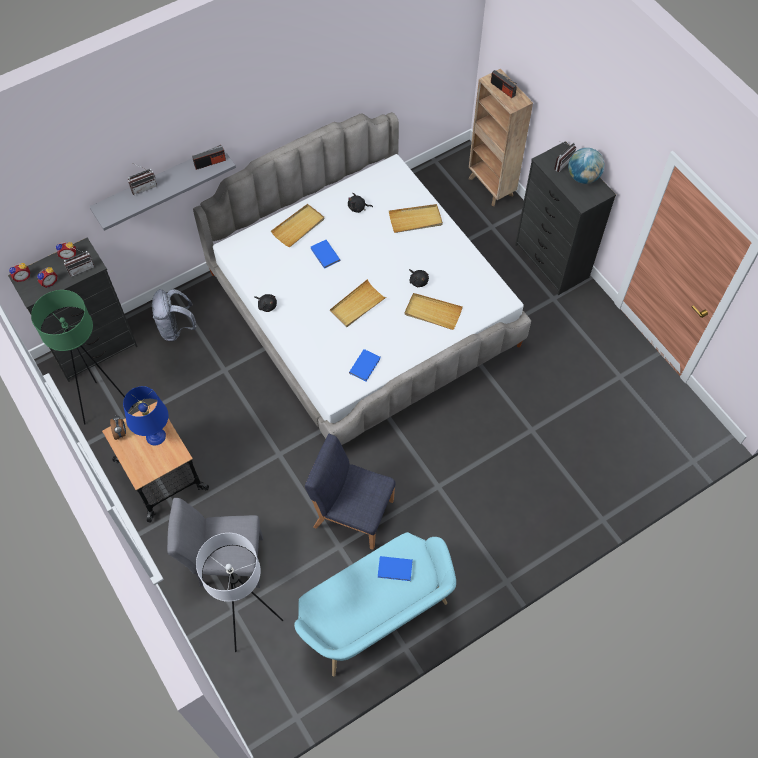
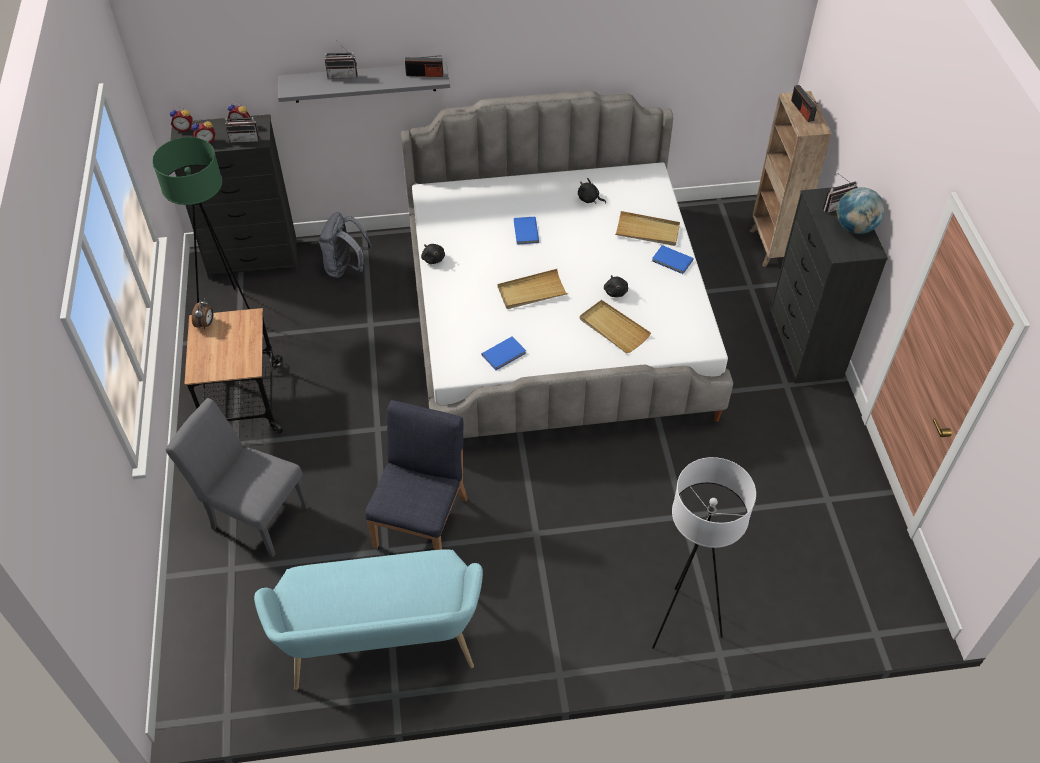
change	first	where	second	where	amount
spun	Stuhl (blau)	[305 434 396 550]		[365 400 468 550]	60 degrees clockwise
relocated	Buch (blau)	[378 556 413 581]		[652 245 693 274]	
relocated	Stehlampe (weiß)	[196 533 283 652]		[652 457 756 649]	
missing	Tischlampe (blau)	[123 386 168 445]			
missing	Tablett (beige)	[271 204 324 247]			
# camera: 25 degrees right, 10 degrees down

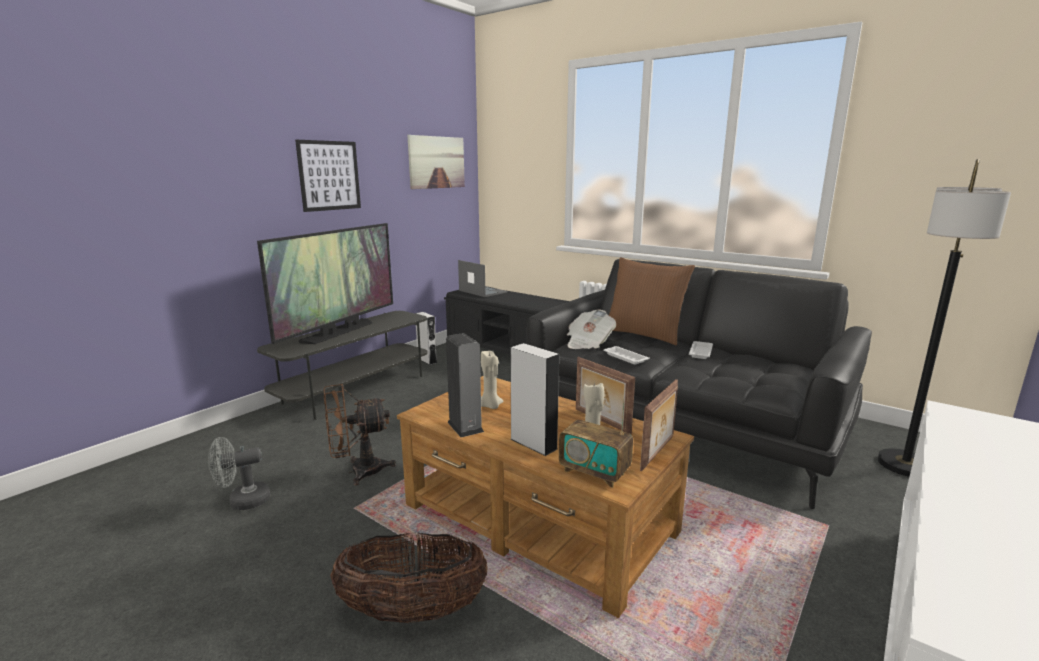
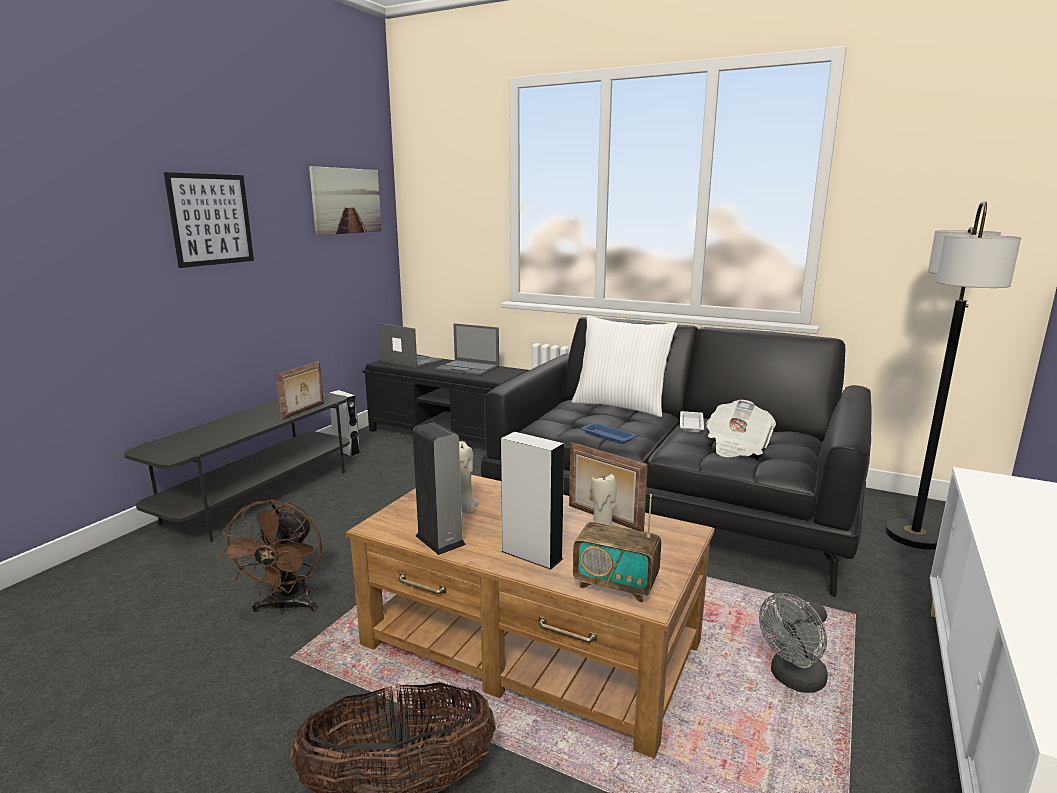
change	first	where	second	where	amount
spun	Ventilator (braun)	[324 384 396 486]		[219 500 322 614]	60 degrees counterclockwise
relocated	Bilderrahmen	[640 379 678 471]		[276 361 324 420]	
appeared			Laptop	[435 323 499 376]	
colour	Kissen (braun)	[609 257 695 345]	Kissen (weiß)	[572 316 677 418]	
colour	Tablett (weiß)	[603 346 650 365]	Tablett (blau)	[581 423 638 444]	
relocated	Zeitung	[567 309 616 349]		[706 400 776 457]	
relocated	Ventilator (grau)	[208 437 270 510]		[759 593 828 693]	
missing	Fernseher	[257 223 393 344]			
# camera: 10 degrees left, 0 degrees up

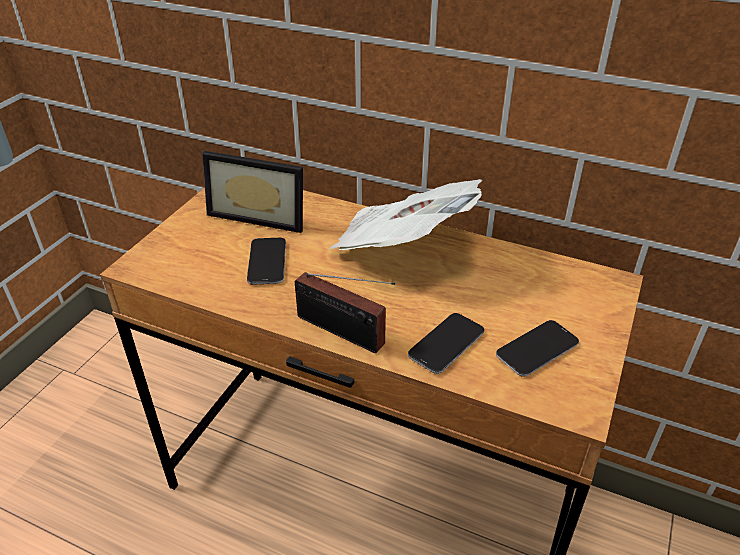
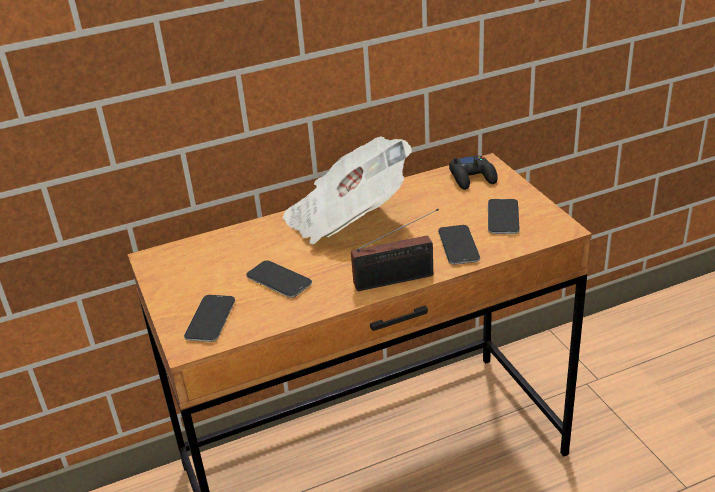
change	first	where	second	where	amount
appeared			Handy	[184 295 235 342]	
appeared			Gamepad (schwarz)	[449 155 498 190]	
missing	Bilderrahmen	[202 151 303 233]			
# camera: 45 degrees left, 5 degrees down

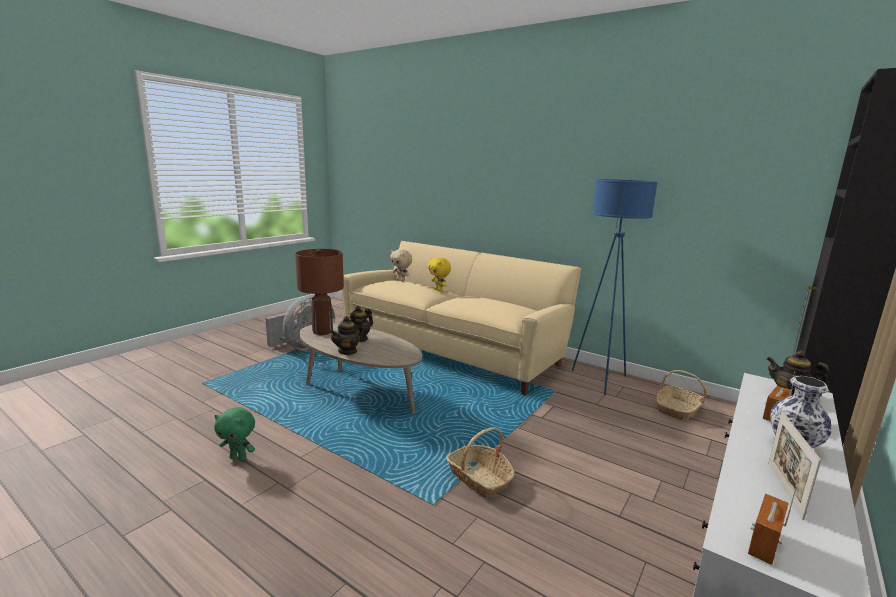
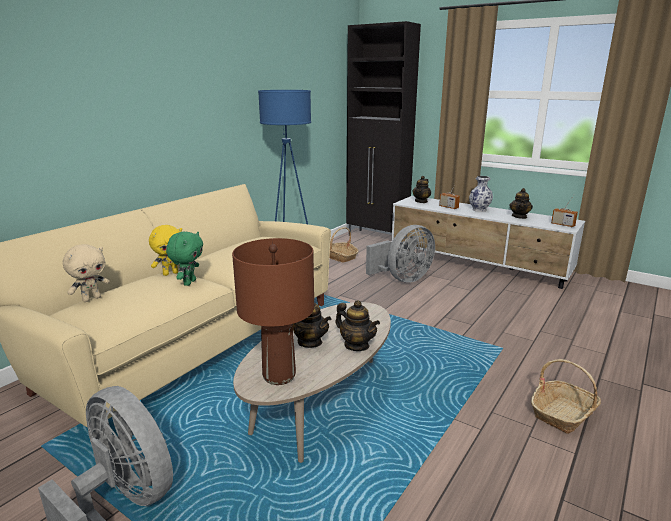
change	first	where	second	where	amount
relocated	Plüschtier (grün)	[214 407 255 461]		[166 232 203 286]	
appeared			Ventilator (grau)	[366 225 435 283]	
exchanged	Bilderrahmen	[768 412 821 520]	Teekanne	[509 188 533 219]	
relocated	Korb	[446 427 515 498]		[531 359 601 434]	
# camera: 90 degrees left, 5 degrees up

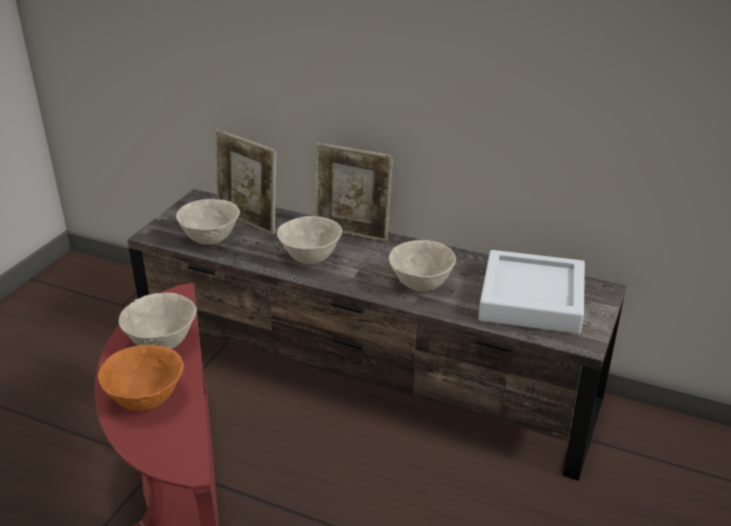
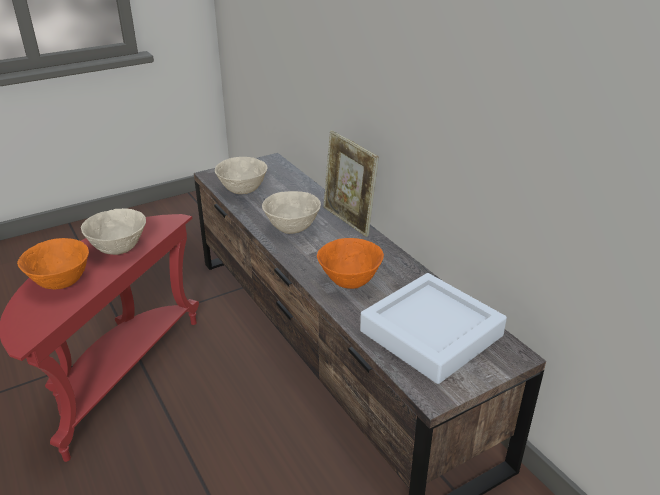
change	first	where	second	where	amount
colour	Schüssel (beige)	[389 240 456 292]	Schüssel (orange)	[317 238 384 289]	
missing	Bilderrahmen	[216 129 276 235]			
# camera: 35 degrees right, 0 degrees up

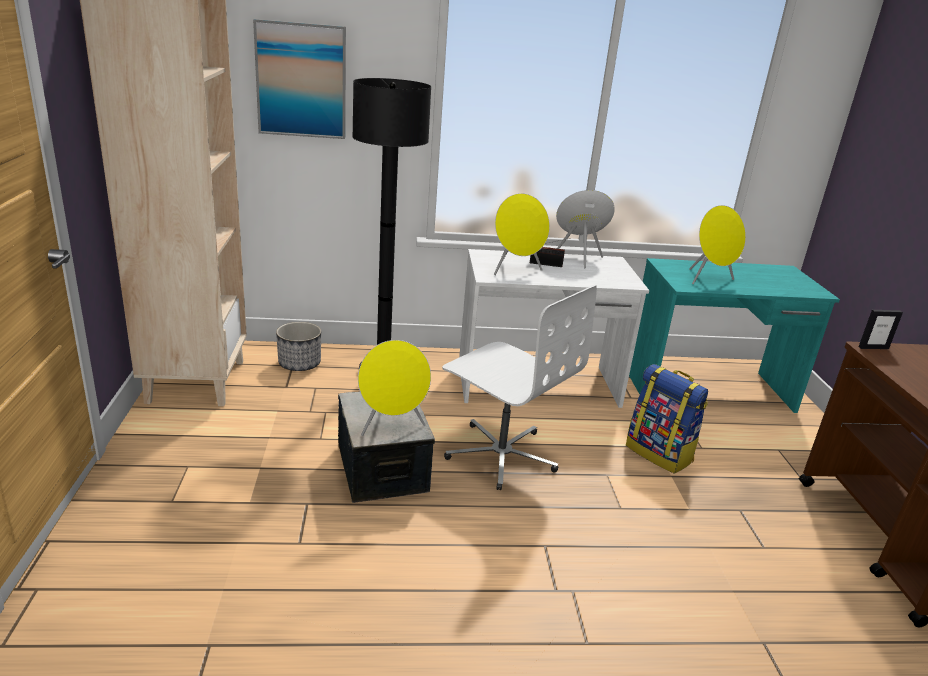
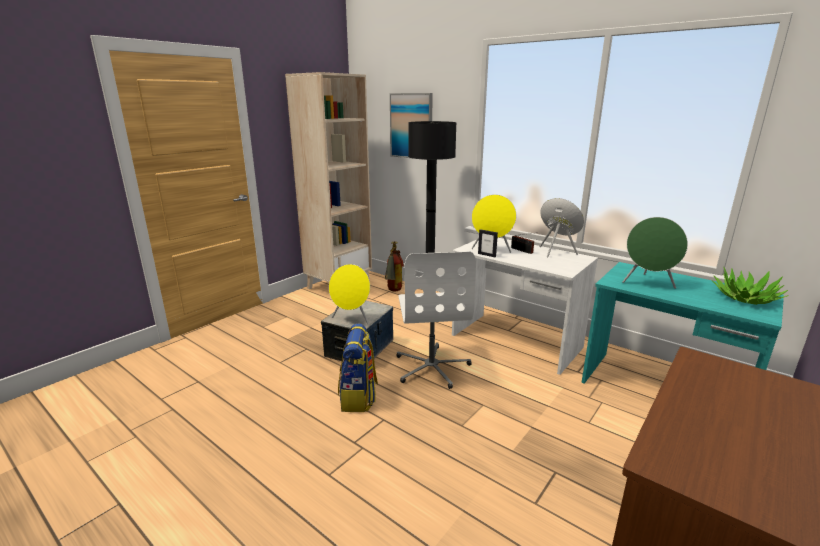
change	first	where	second	where	amount
relocated	Rucksack	[626 364 708 474]		[338 324 378 412]	
exchanged	Pflanzkübel	[276 322 321 371]	Feuerlöscher	[385 241 404 291]	
relocated	Bilderrahmen	[859 310 903 349]		[478 229 498 257]	
colour	Lautsprecher (gelb)	[689 205 746 284]	Lautsprecher (grün)	[622 217 688 289]	
appeared			Topfpflanze	[712 267 789 305]	
# camera: 45 degrees right, 5 degrees down

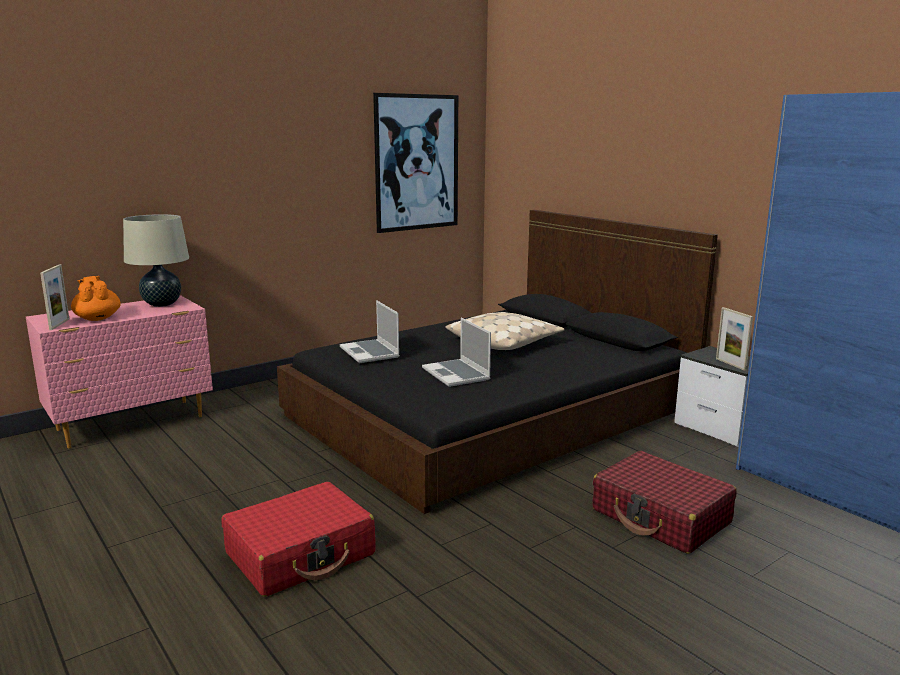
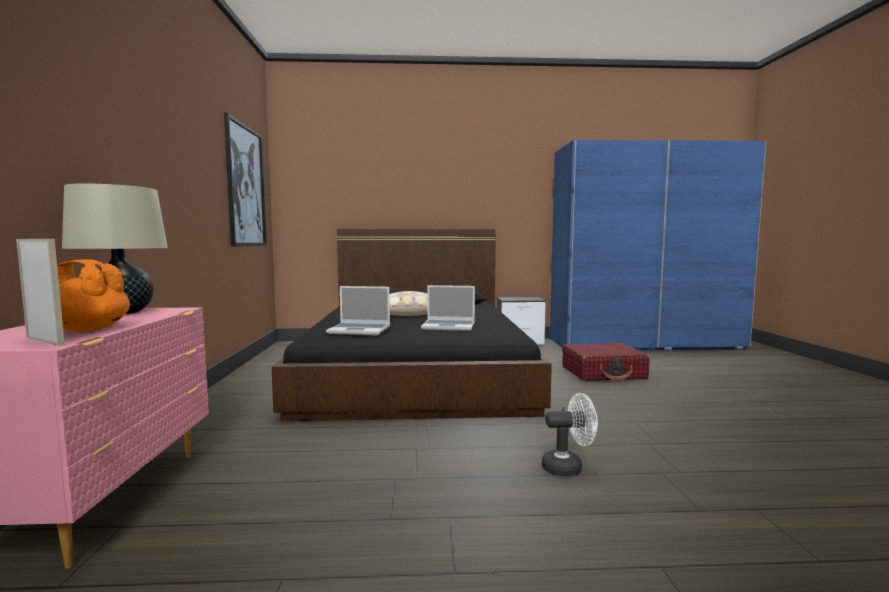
change	first	where	second	where	amount
exchanged	Koffer (rot)	[221 482 376 597]	Ventilator (weiß)	[542 393 598 476]	
missing	Bilderrahmen	[716 307 753 371]			
# camera: 55 degrees left, 10 degrees down

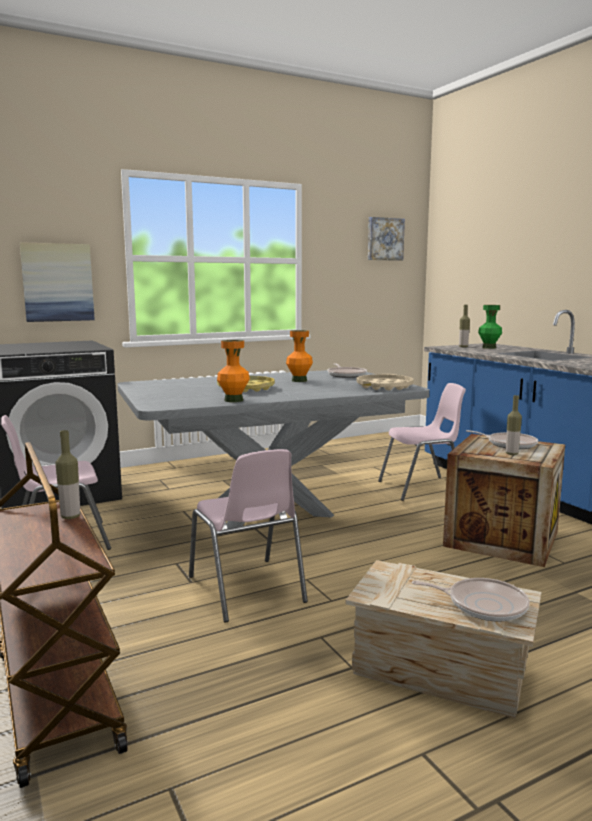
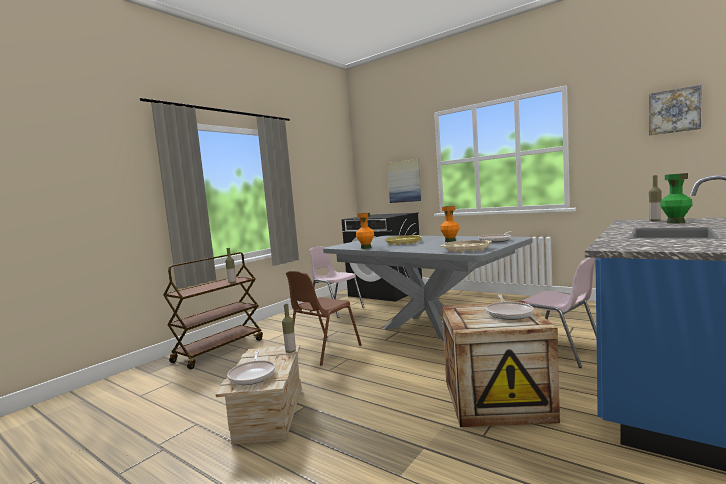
change	first	where	second	where	amount
relocated	Flasche	[506 395 522 455]		[282 304 296 353]	
colour	Stuhl (rosa)	[189 449 308 622]	Stuhl (braun)	[286 271 362 366]	
# camera: 65 degrees right, 5 degrees down

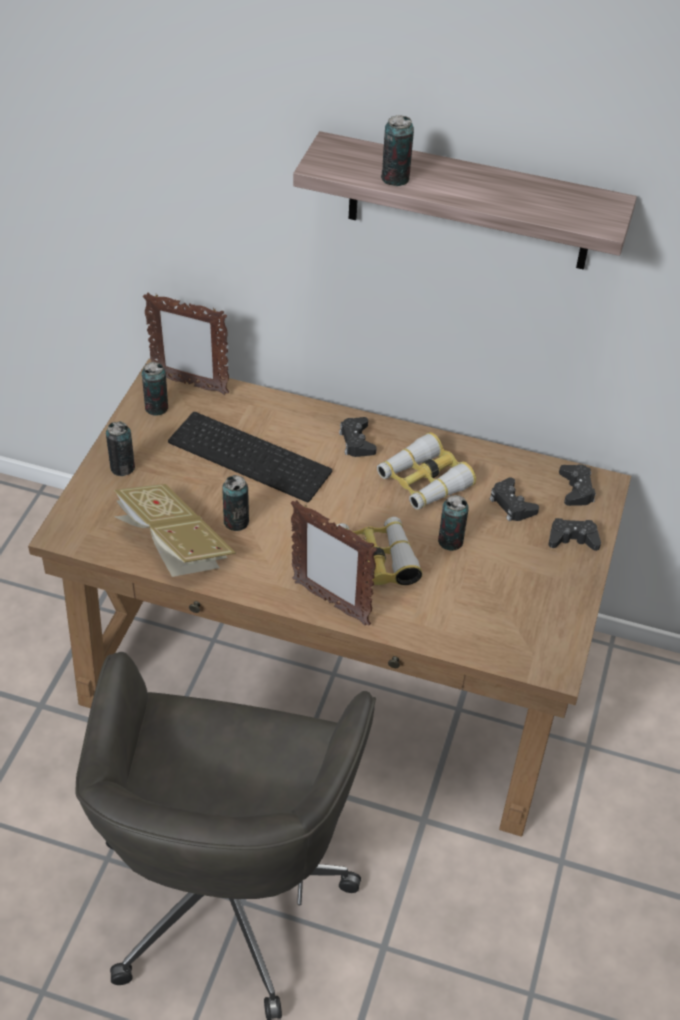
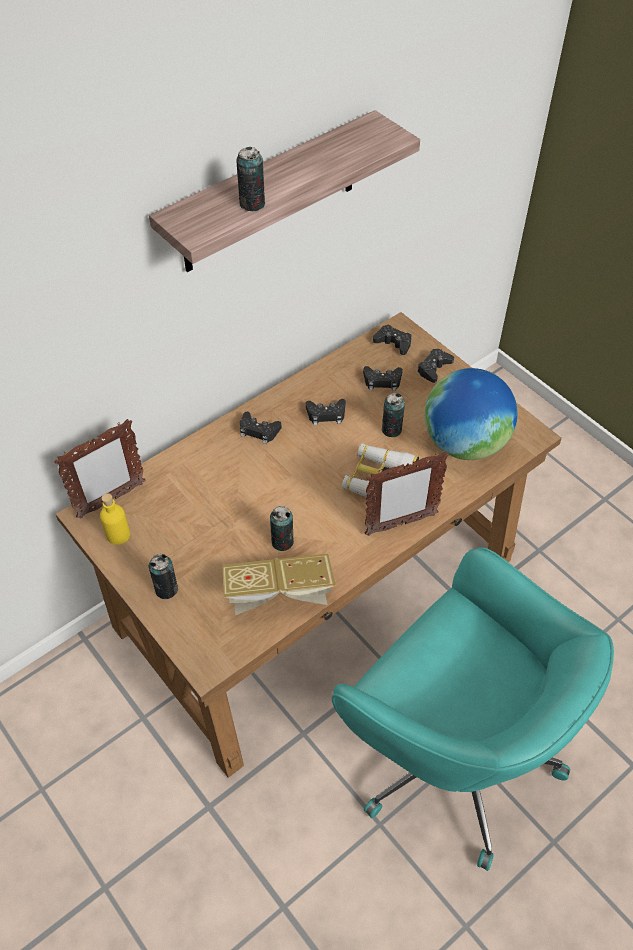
change	first	where	second	where	amount
exchanged	Dose	[141 362 168 416]	Flasche (gelb)	[100 493 130 545]	
exchanged	Fernglas	[377 432 476 510]	Gamepad (schwarz)	[306 399 346 425]	
colour	Bürostuhl (grau)	[75 652 376 1020]	Bürostuhl (türkis)	[332 547 614 871]	
appeared			Globus	[425 368 518 460]	
missing	Tastatur	[168 412 332 502]			
# camera: 55 degrees left, 5 degrees up

